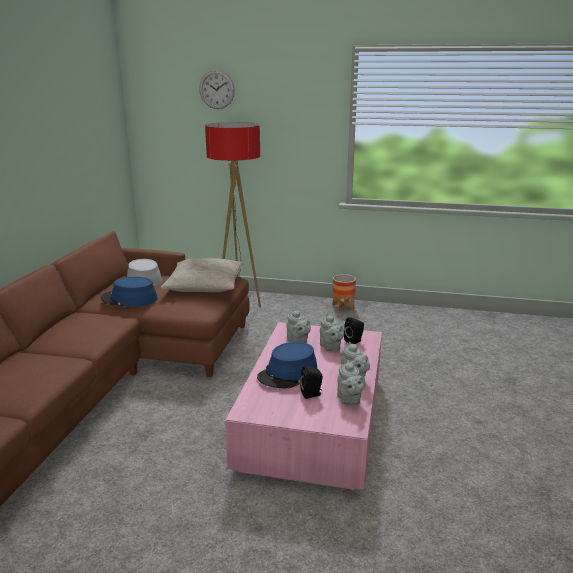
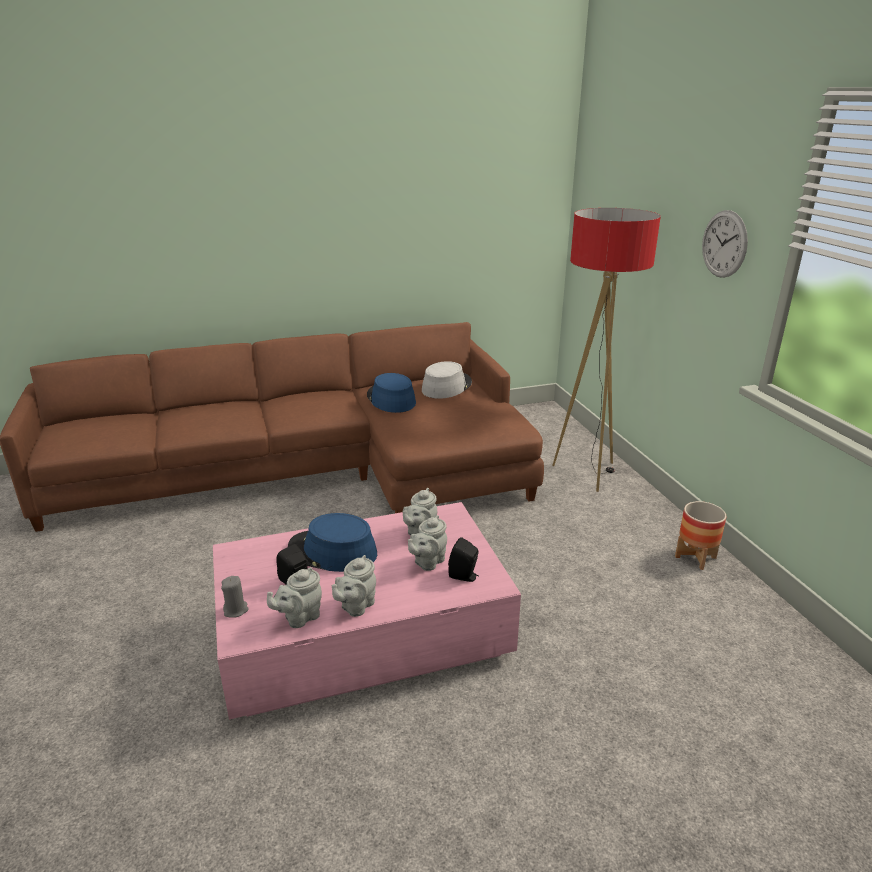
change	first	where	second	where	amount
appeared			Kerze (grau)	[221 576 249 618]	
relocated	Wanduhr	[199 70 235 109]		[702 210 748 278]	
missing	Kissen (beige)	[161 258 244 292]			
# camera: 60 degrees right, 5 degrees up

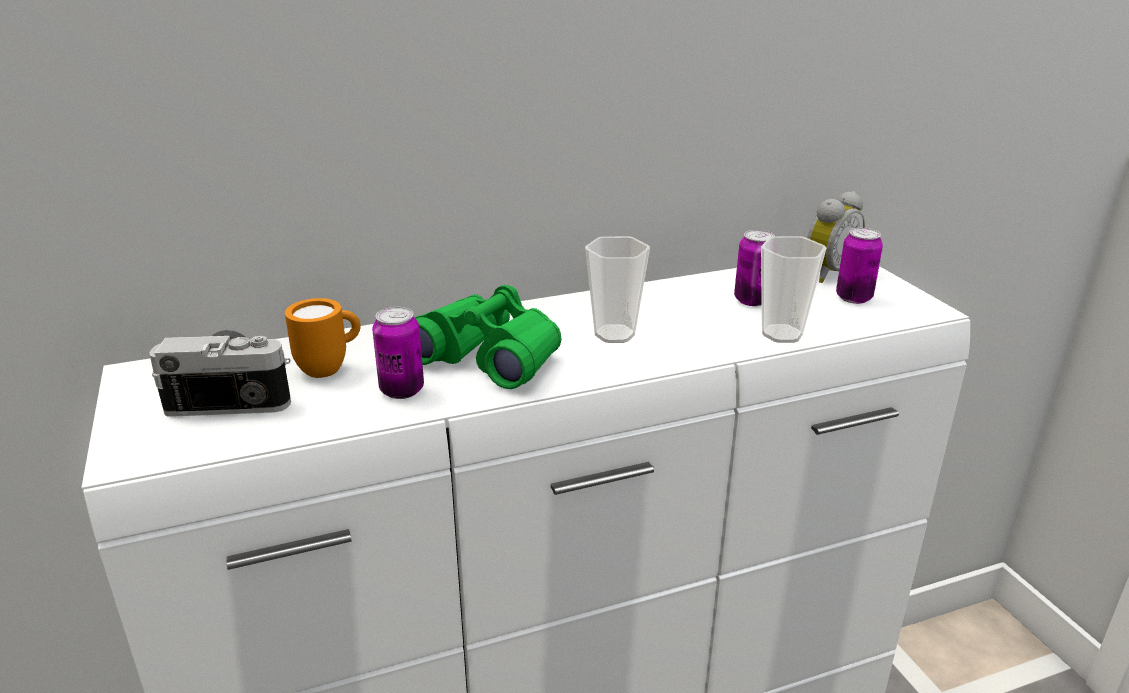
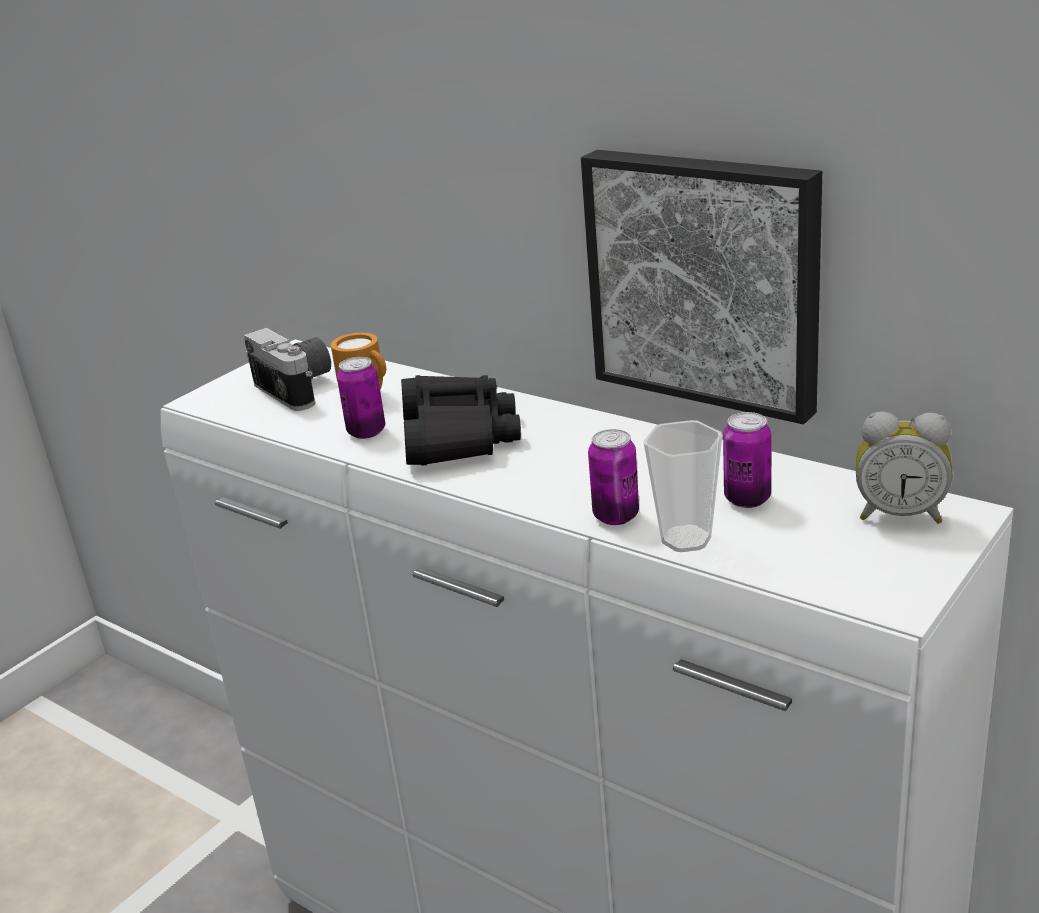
change	first	where	second	where	amount
colour	Fernglas (grün)	[415 285 562 389]	Fernglas (schwarz)	[401 375 521 466]	
appeared			Bild	[581 150 822 424]	
relocated	Dose	[836 228 883 304]		[588 429 639 525]	
missing	Tasse	[585 236 650 343]			
# camera: 60 degrees right, 0 degrees up

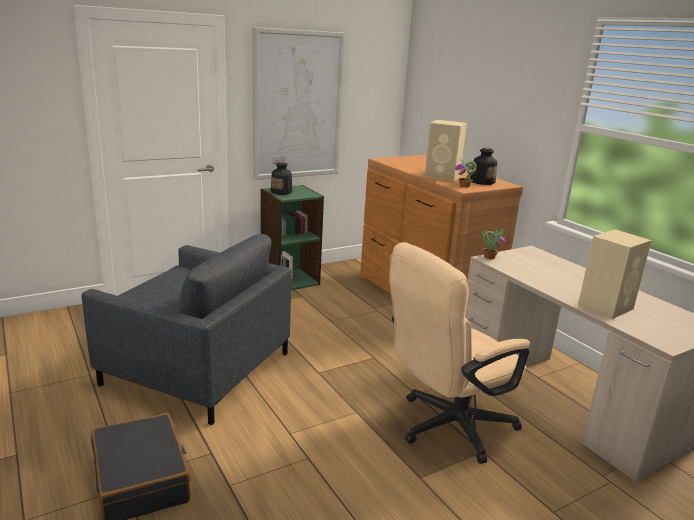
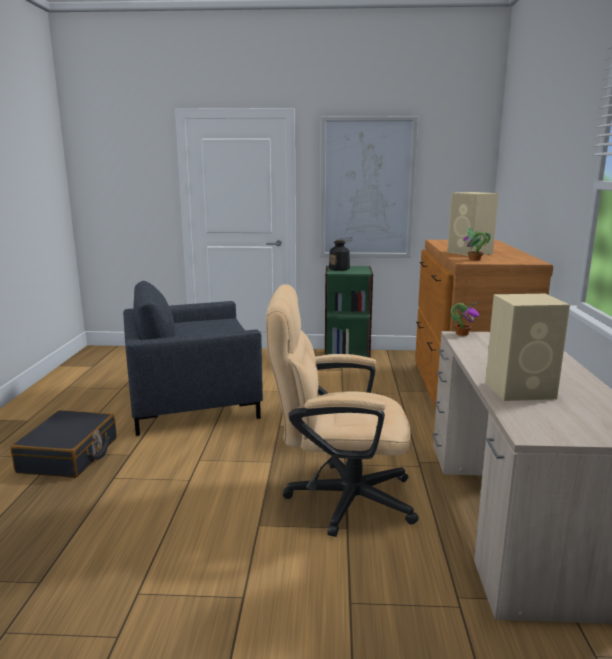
change	first	where	second	where	amount
spun	Sessel (grau)	[81 234 292 425]		[123 281 263 436]	105 degrees clockwise
missing	Flasche	[470 147 497 185]			
# camera: 35 degrees right, 5 degrees down

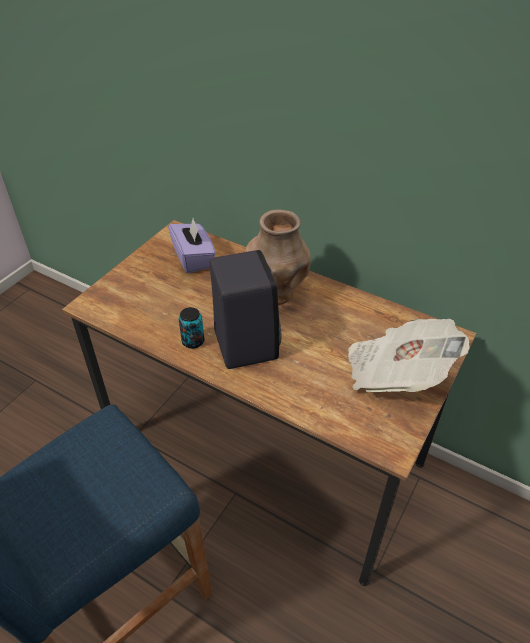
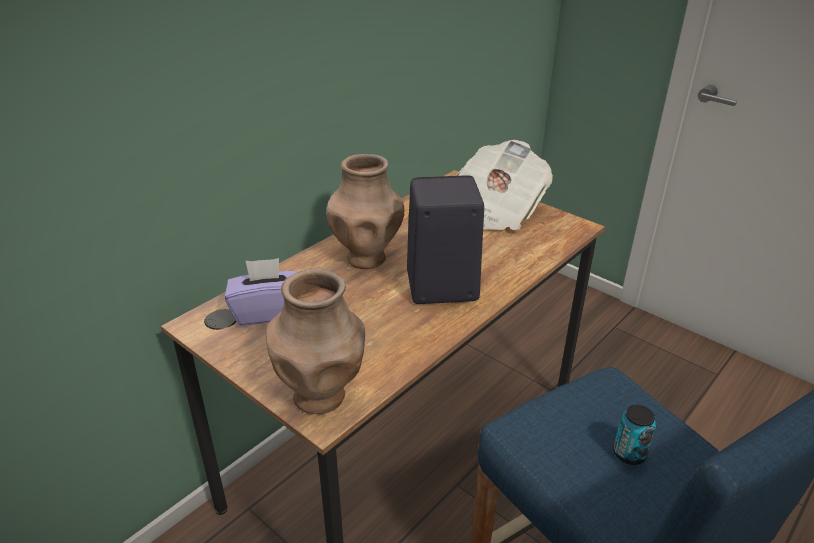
change	first	where	second	where	amount
appeared			Vase (braun)	[266 269 365 414]	
relocated	Dose	[179 307 204 349]		[613 405 656 465]	
# camera: 80 degrees left, 10 degrees down

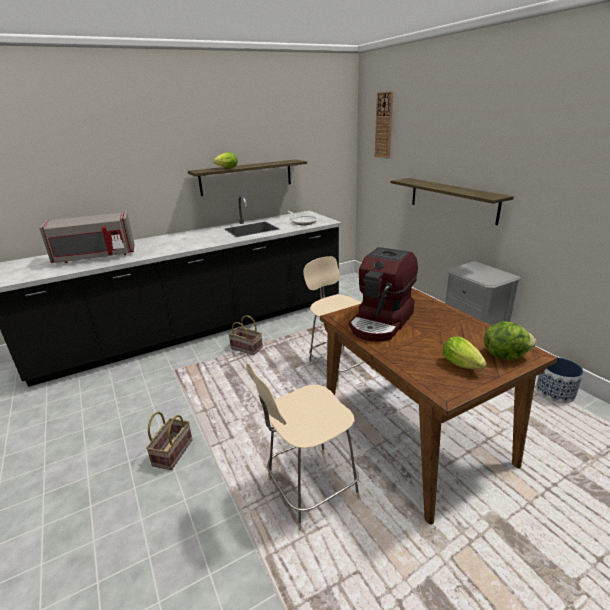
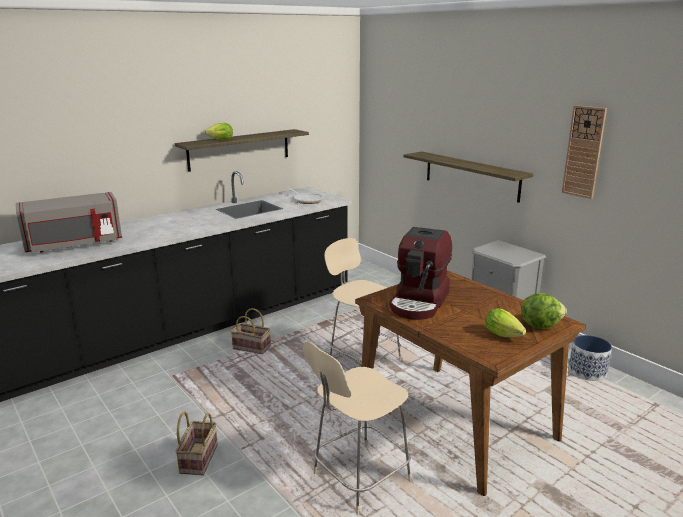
change	first	where	second	where	amount
relocated	Wanduhr	[375 91 393 159]		[562 105 607 199]	
# camera: 10 degrees left, 5 degrees down

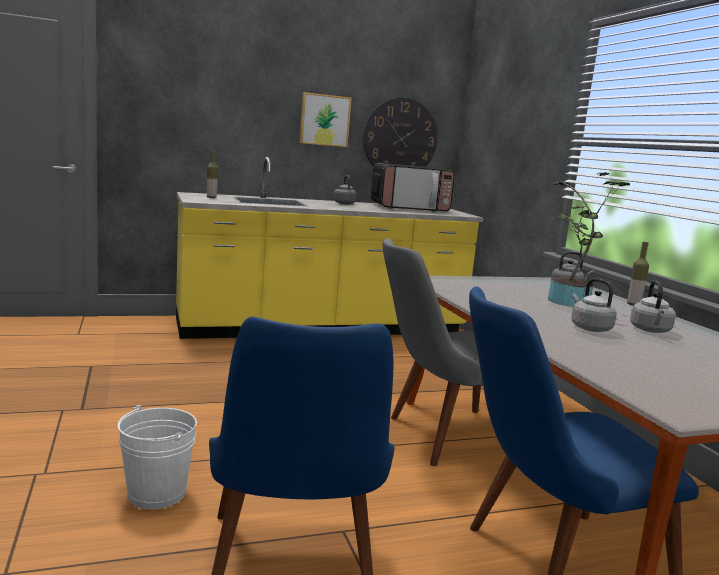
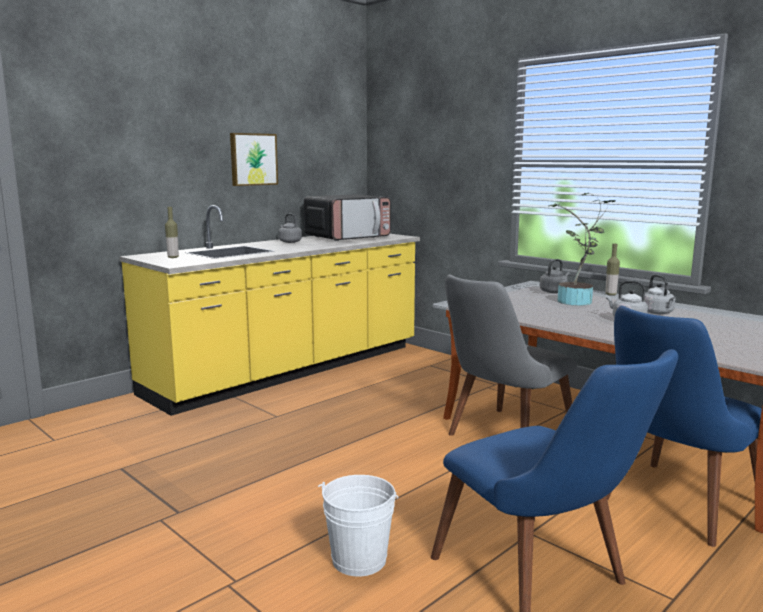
change	first	where	second	where	amount
missing	Wanduhr	[363 97 437 167]			
# camera: 25 degrees left, 0 degrees up

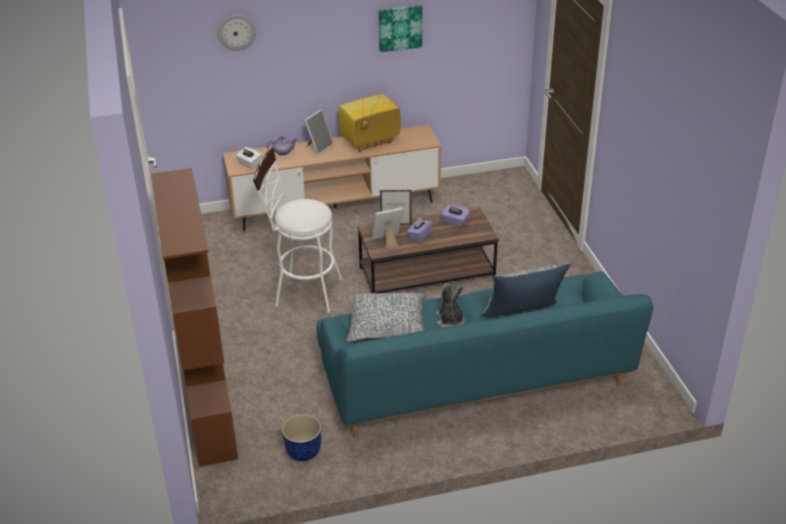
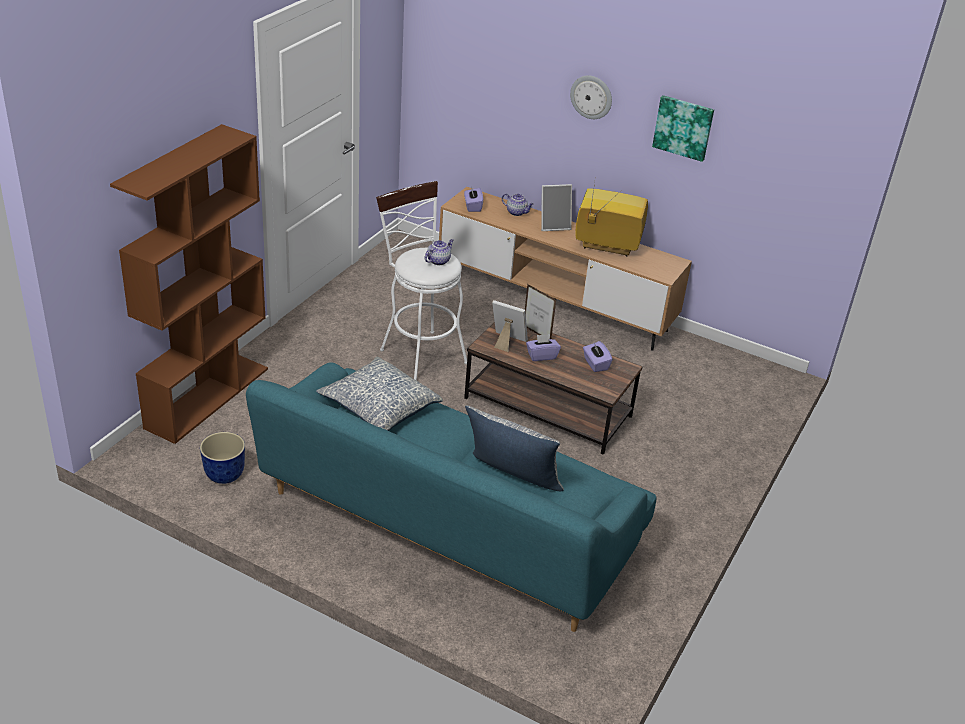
change	first	where	second	where	amount
appeared			Teekanne	[425 239 454 265]	
colour	Taschentuchbox (weiß)	[236 147 262 169]	Taschentuchbox (lila)	[464 186 483 212]	
relocated	Wanduhr	[217 15 256 51]		[570 75 612 119]	
missing	Plüschtier	[436 284 465 327]			
# camera: 40 degrees right, 0 degrees up

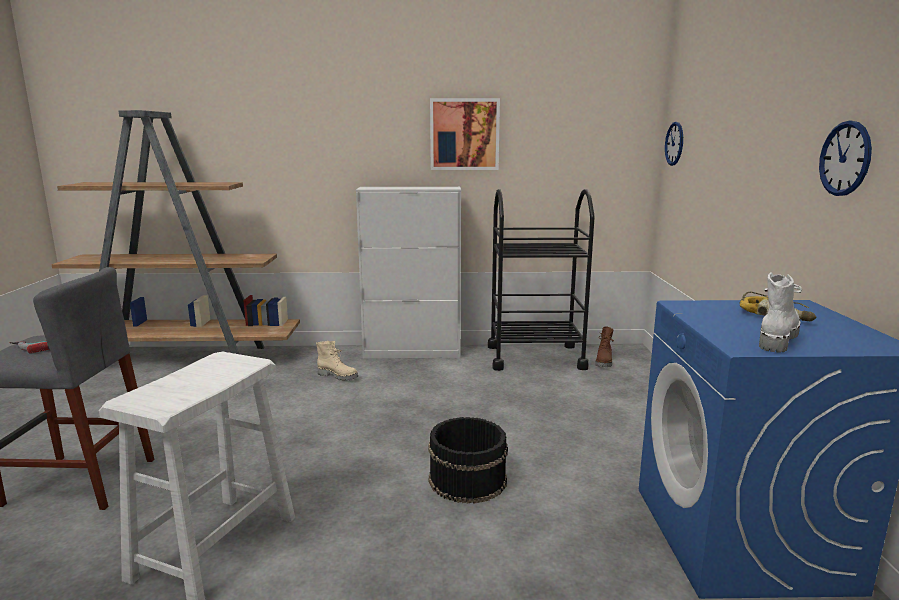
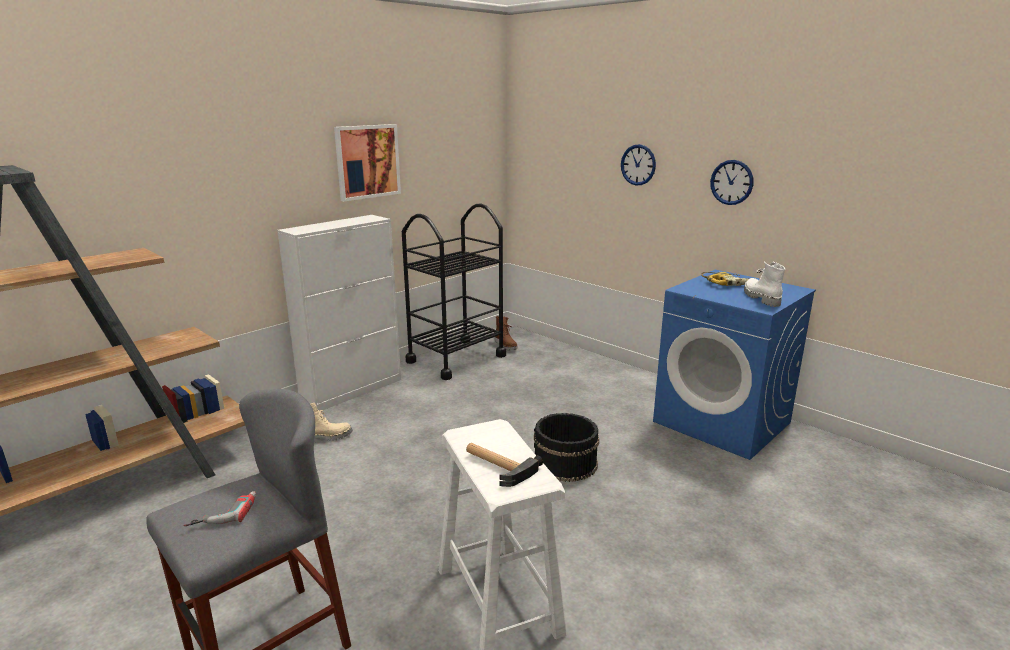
change	first	where	second	where	amount
appeared			Hammer	[466 443 543 487]	
relocated	Wanduhr	[665 122 683 166]		[621 144 656 186]	
# camera: 45 degrees left, 5 degrees up

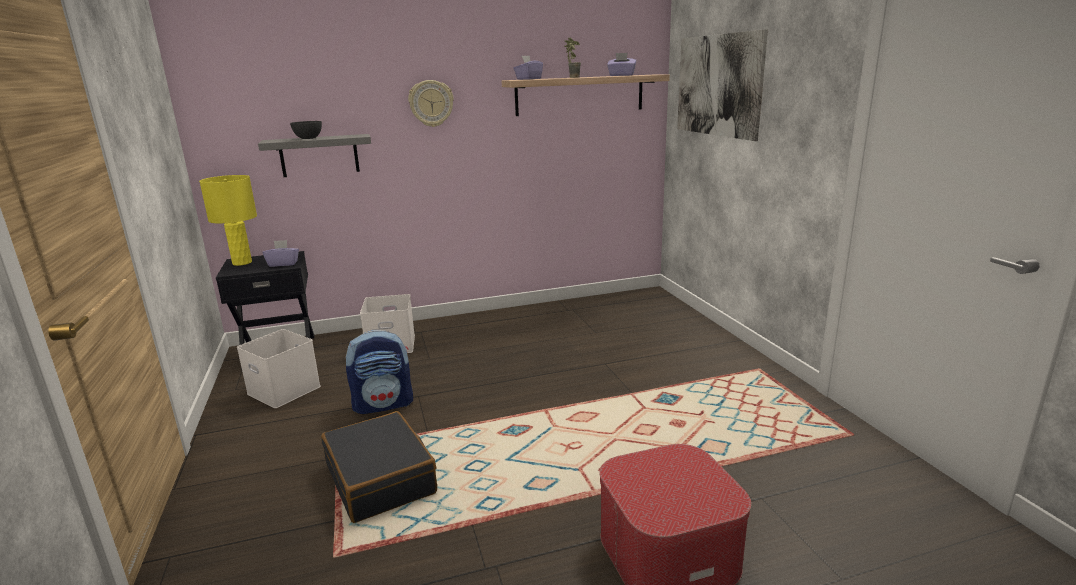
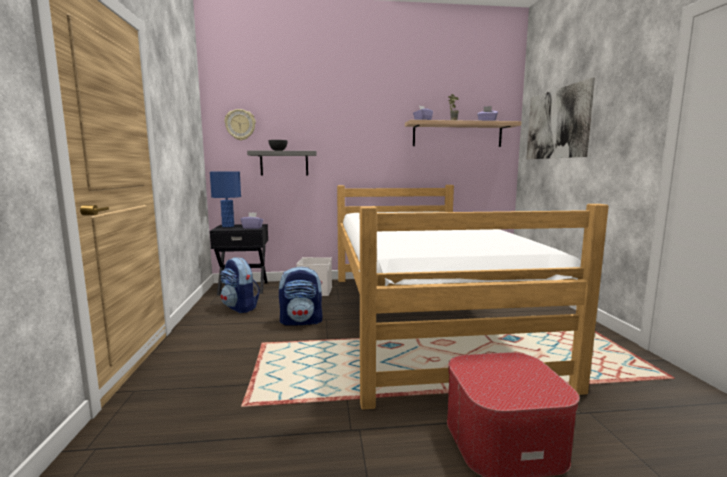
change	first	where	second	where	amount
colour	Tischlampe (gelb)	[199 175 257 266]	Tischlampe (blau)	[210 172 241 227]	
exchanged	Aufbewahrungsbox (weiß)	[237 329 321 408]	Rucksack	[220 257 260 313]	
relocated	Wanduhr	[408 80 454 127]		[224 109 256 140]	
appeared			Bett	[337 185 609 410]	
missing	Koffer (schwarz)	[321 411 437 523]			
# camera: 10 degrees right, 10 degrees down

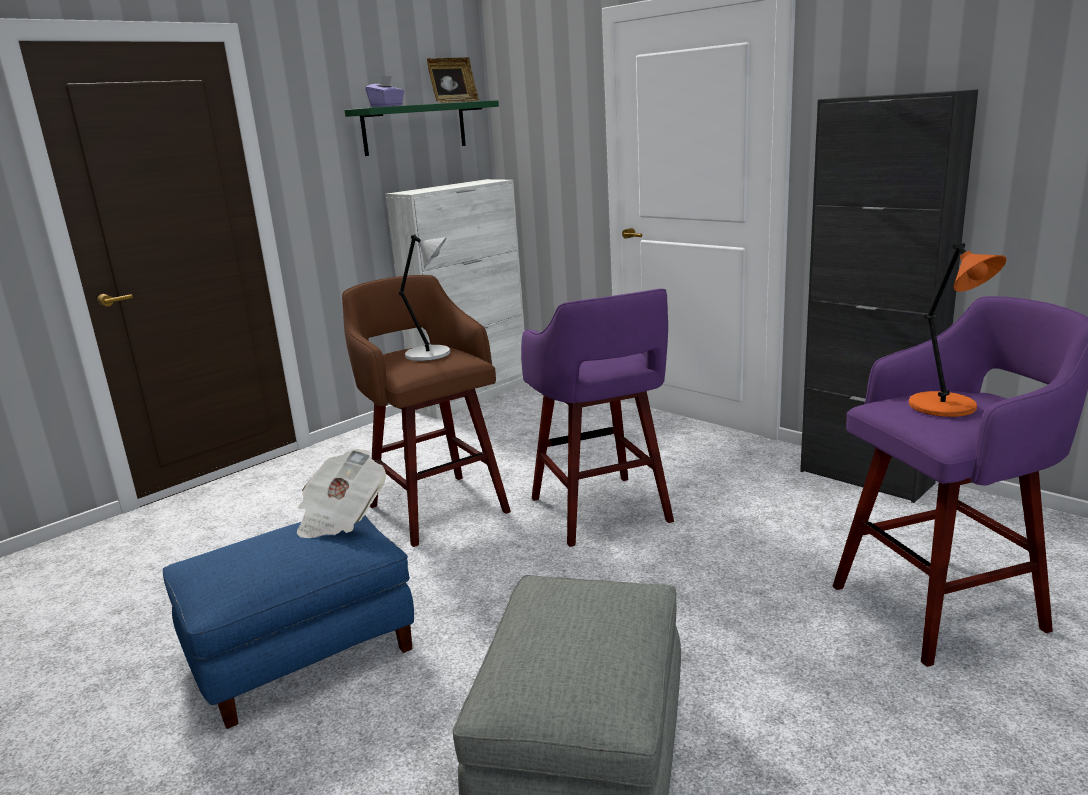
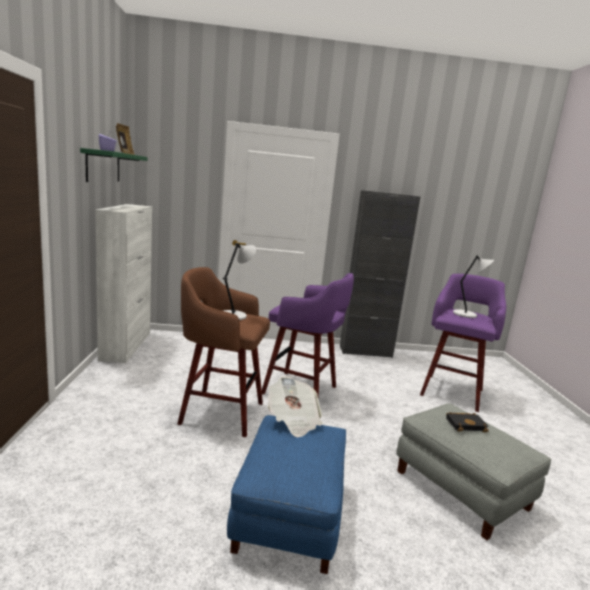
change	first	where	second	where	amount
appeared			Buch (schwarz)	[446 412 489 432]	
colour	Tischlampe (orange)	[909 243 1007 417]	Tischlampe (grau)	[453 255 494 318]	
# camera: 50 degrees left, 5 degrees down

